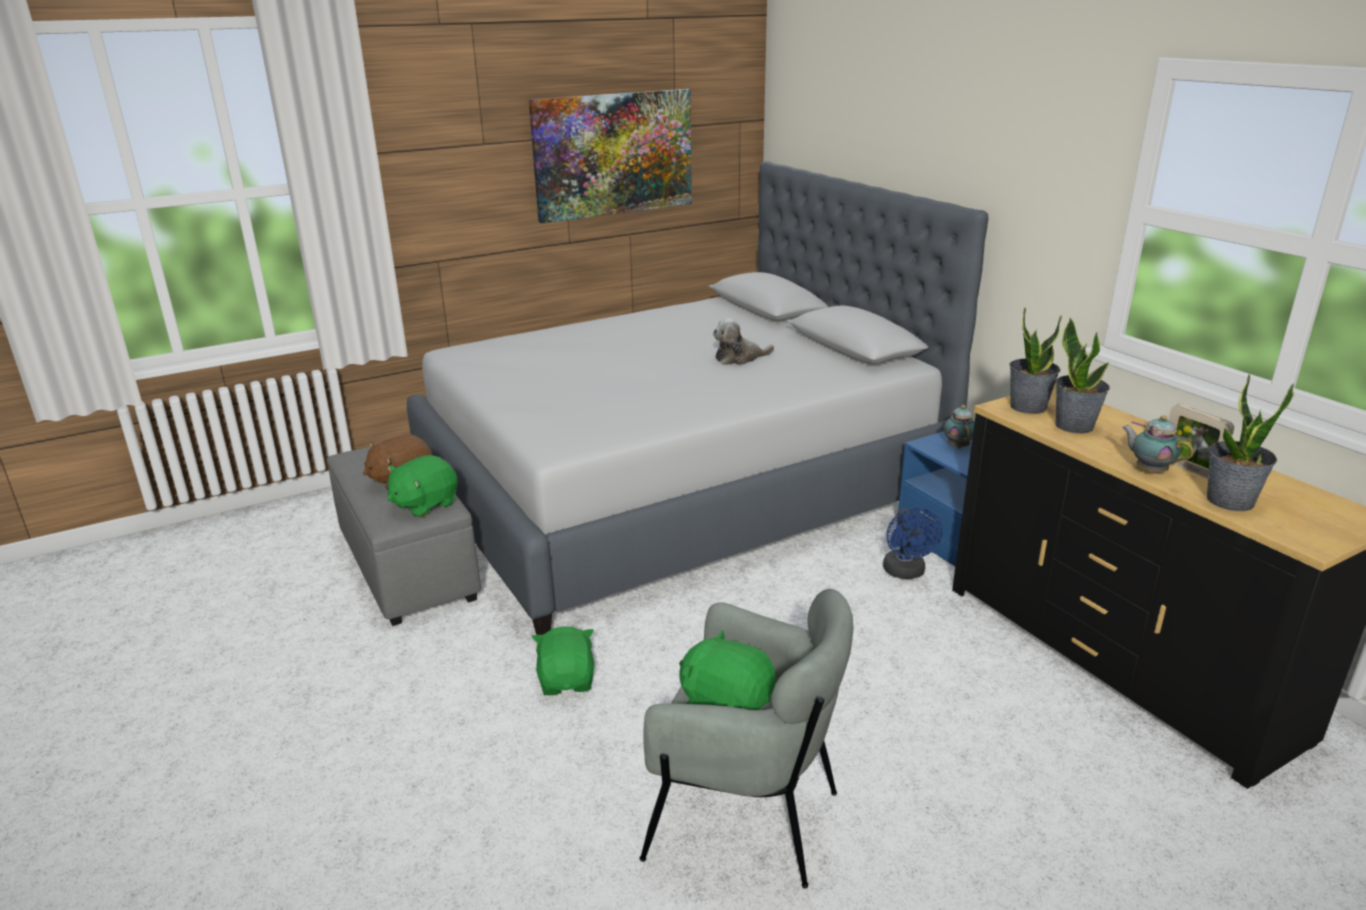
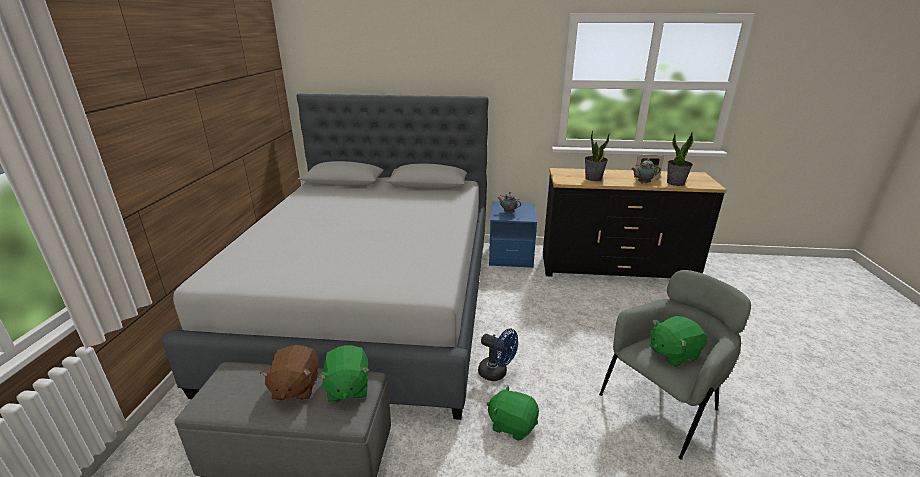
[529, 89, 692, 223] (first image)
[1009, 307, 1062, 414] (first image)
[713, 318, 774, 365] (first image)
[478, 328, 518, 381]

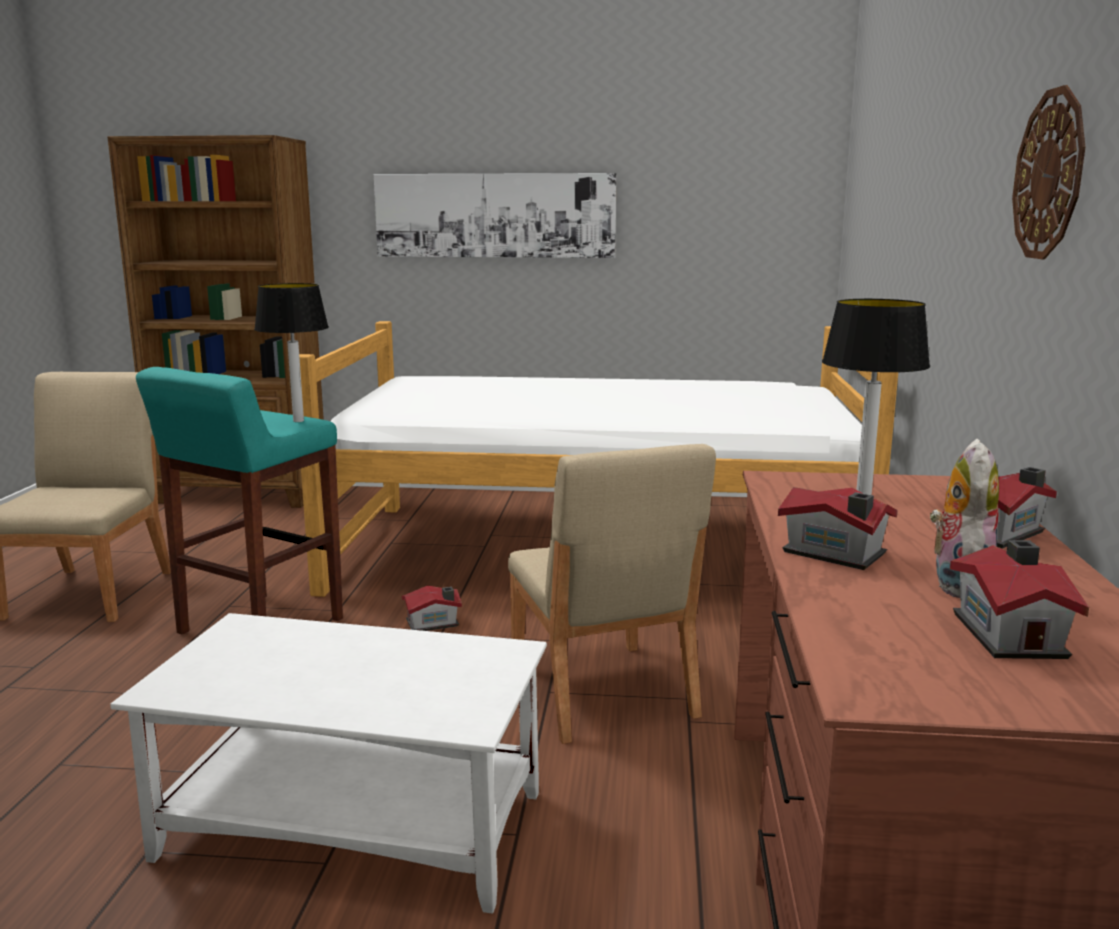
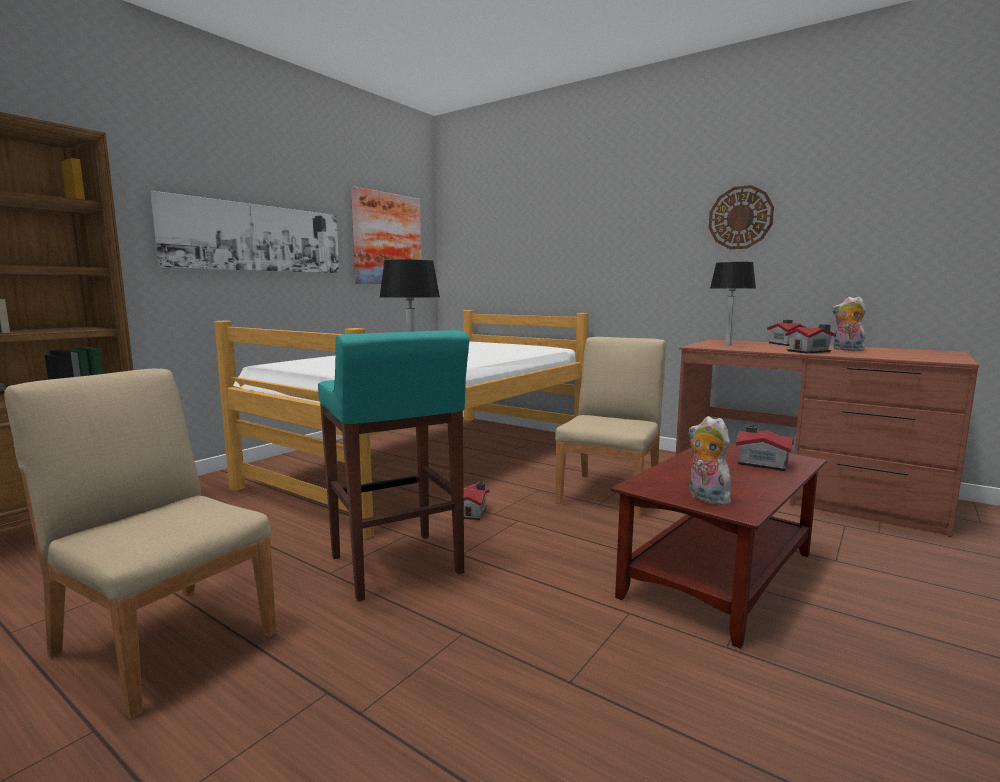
[555, 337, 666, 518]
[736, 425, 794, 471]
[611, 443, 827, 649]
[351, 186, 421, 284]
[688, 416, 733, 505]

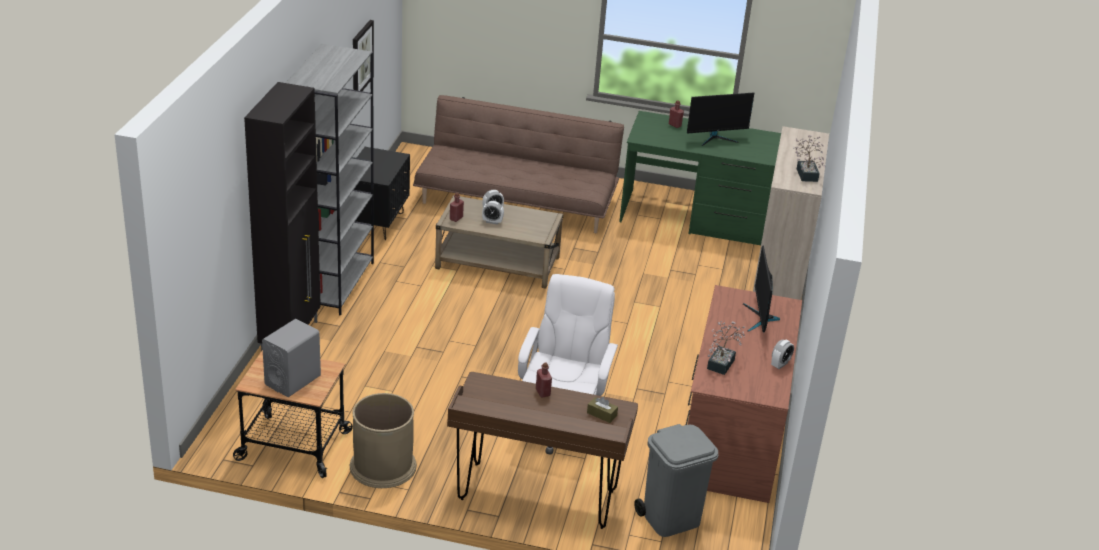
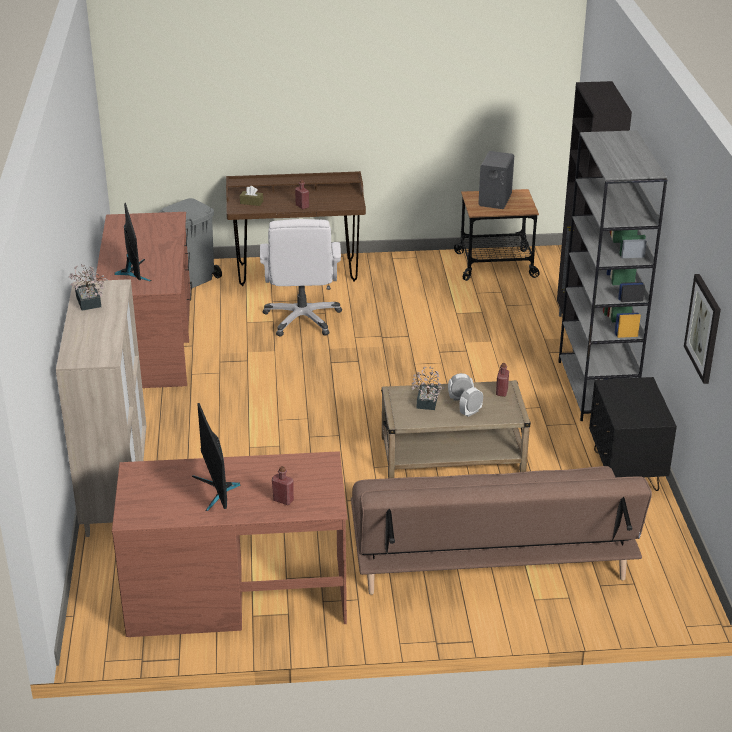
[192, 403, 241, 511]
[112, 451, 347, 637]
[411, 366, 445, 410]
[771, 340, 794, 369] (first image)
[350, 393, 417, 488] (first image)

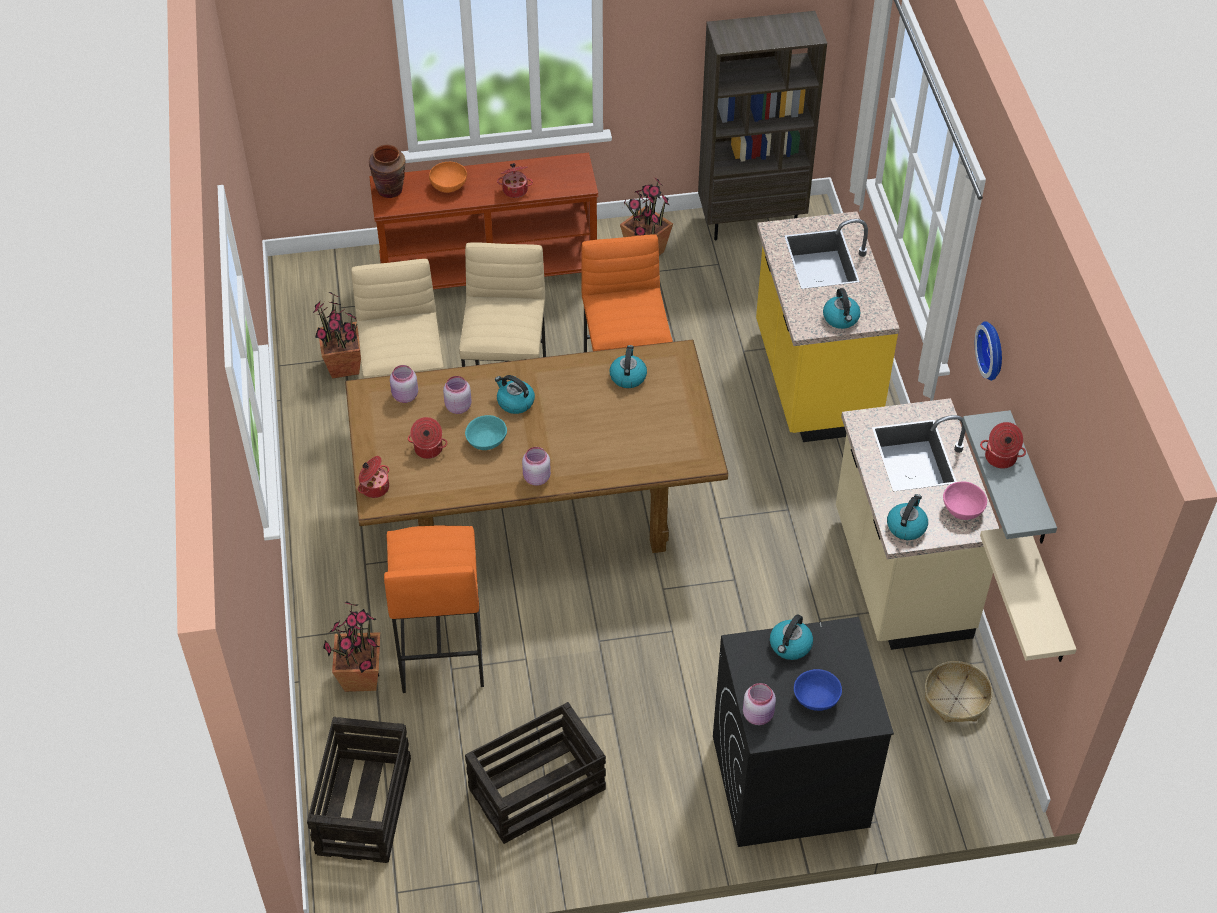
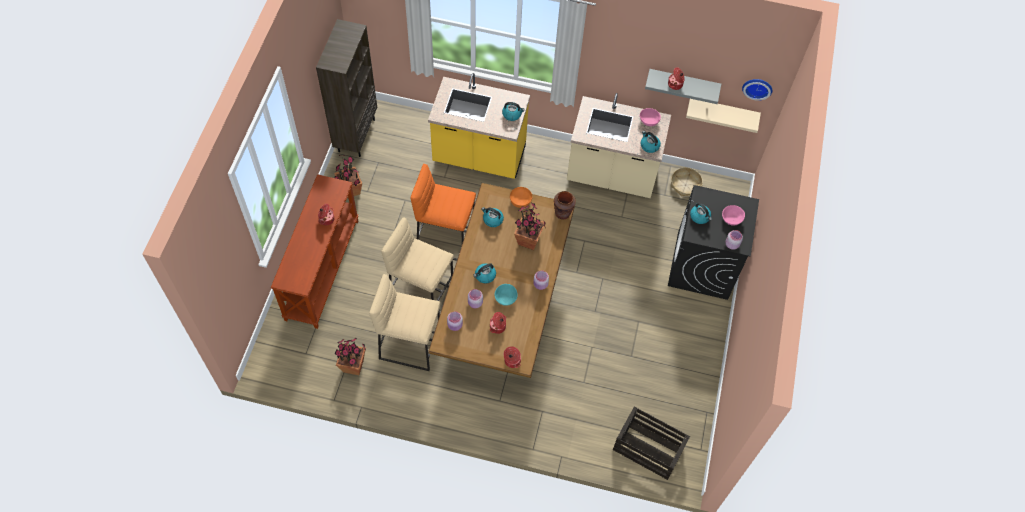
[554, 191, 576, 219]
[510, 187, 532, 208]
[742, 79, 773, 101]
[384, 525, 484, 693] (first image)
[514, 203, 546, 250]
[722, 205, 745, 225]
[465, 702, 606, 844] (first image)

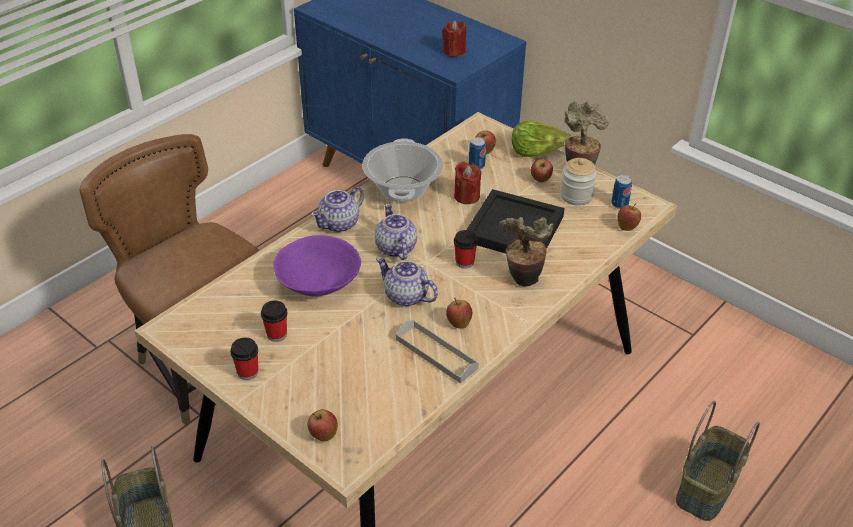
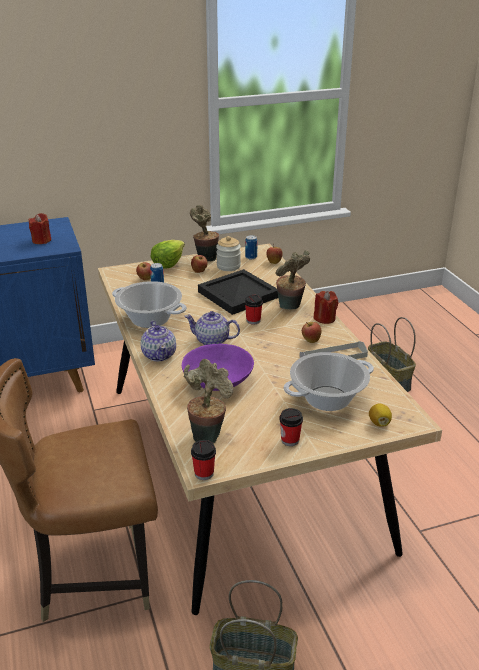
[314, 291, 338, 324]
[376, 257, 438, 306] (first image)
[191, 440, 216, 480]
[369, 403, 392, 427]
[284, 352, 374, 411]
[184, 359, 234, 444]

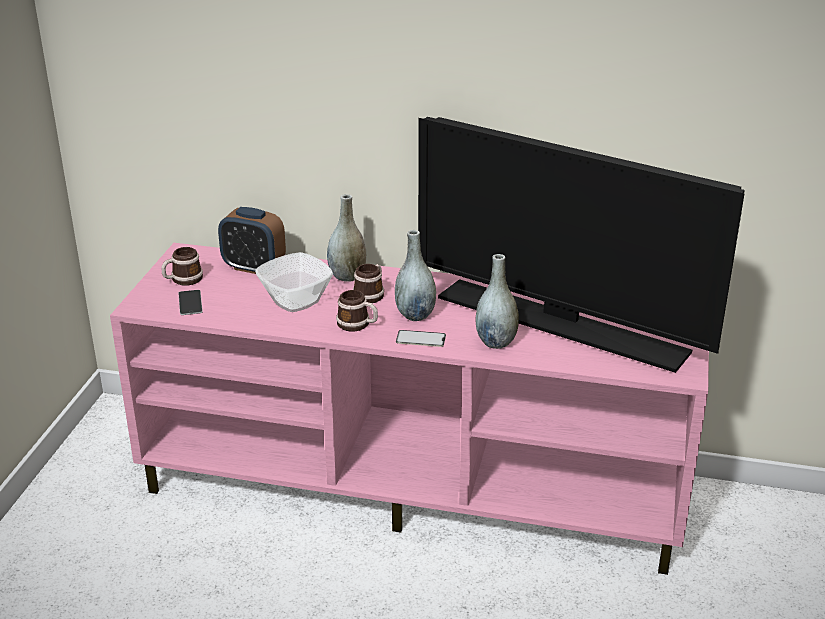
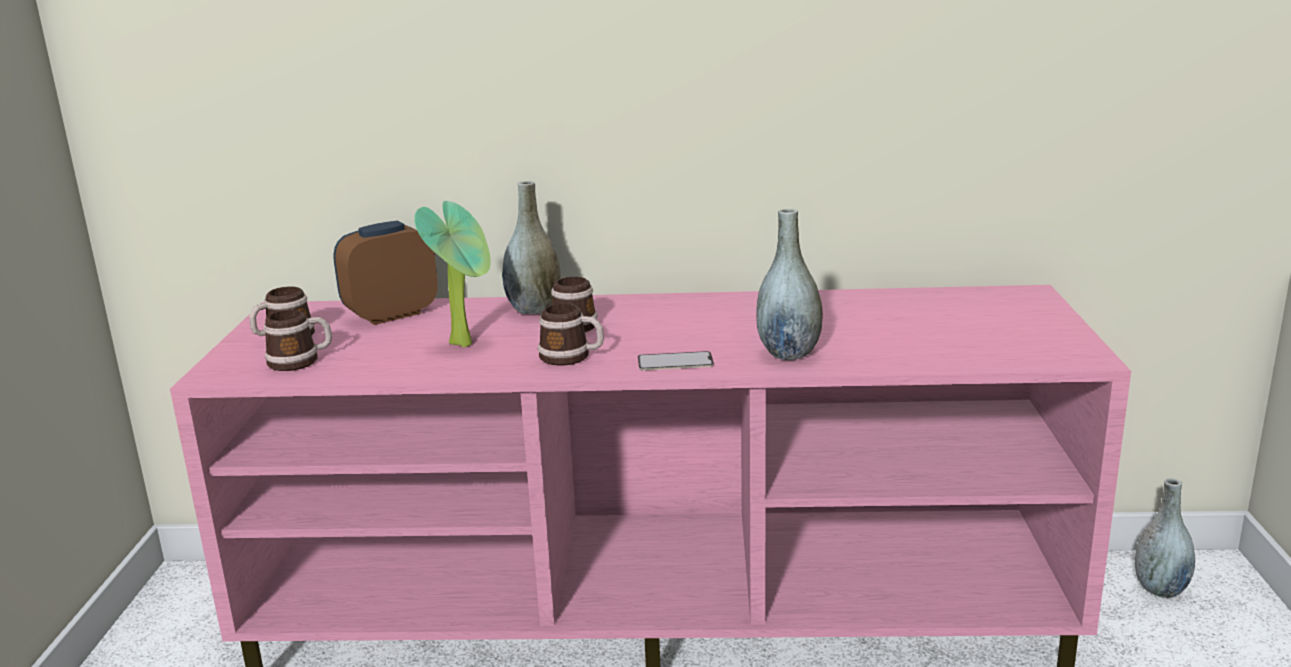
[418, 117, 745, 373] (first image)
[333, 221, 438, 325]
[1135, 478, 1195, 598]
[414, 201, 491, 348]
[264, 310, 332, 371]

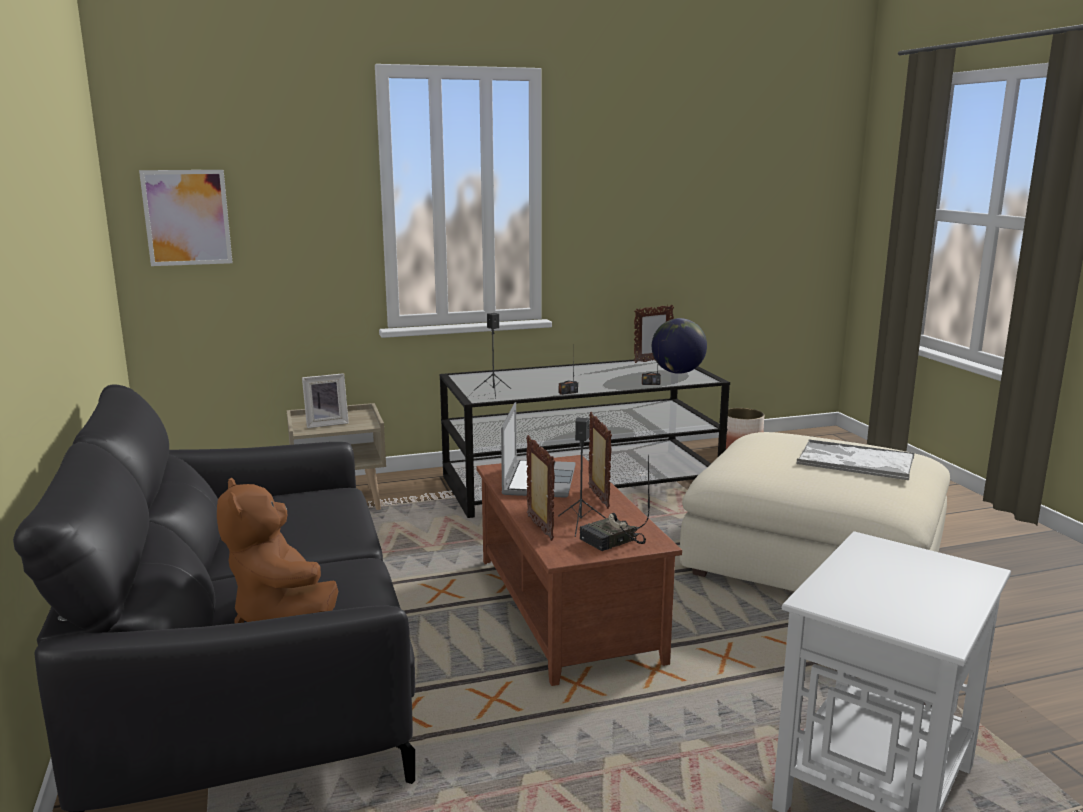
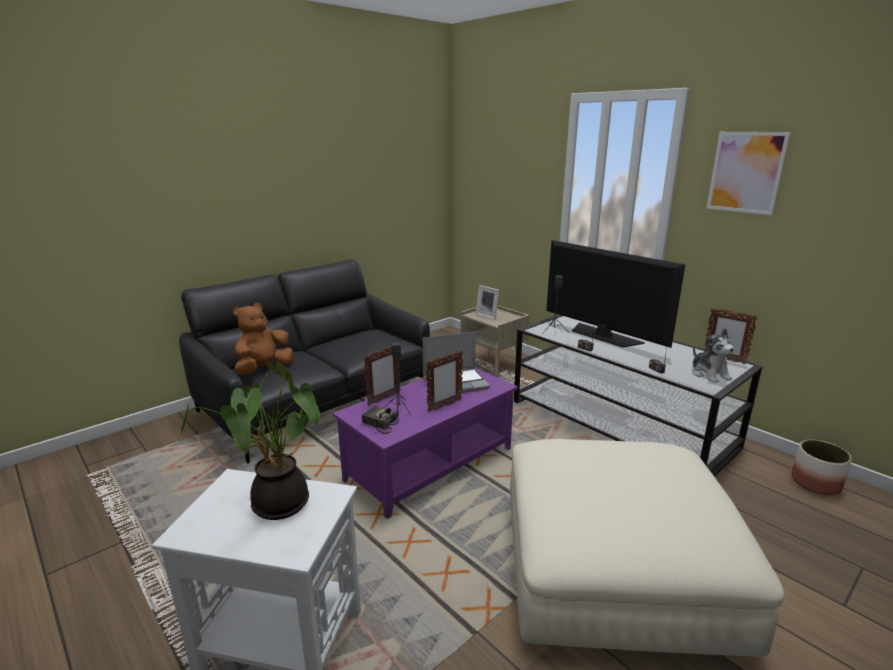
[707, 132, 791, 215]
[692, 328, 734, 383]
[797, 440, 914, 480] (first image)
[333, 368, 518, 519]
[546, 240, 685, 348]
[181, 362, 320, 520]

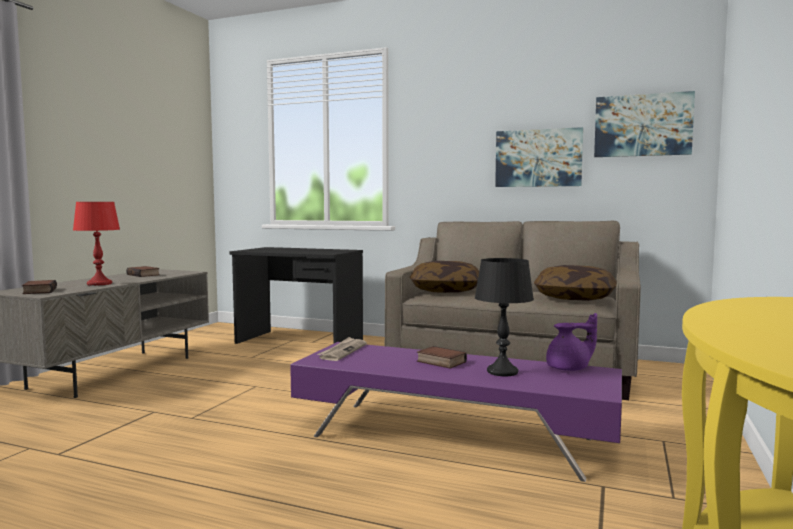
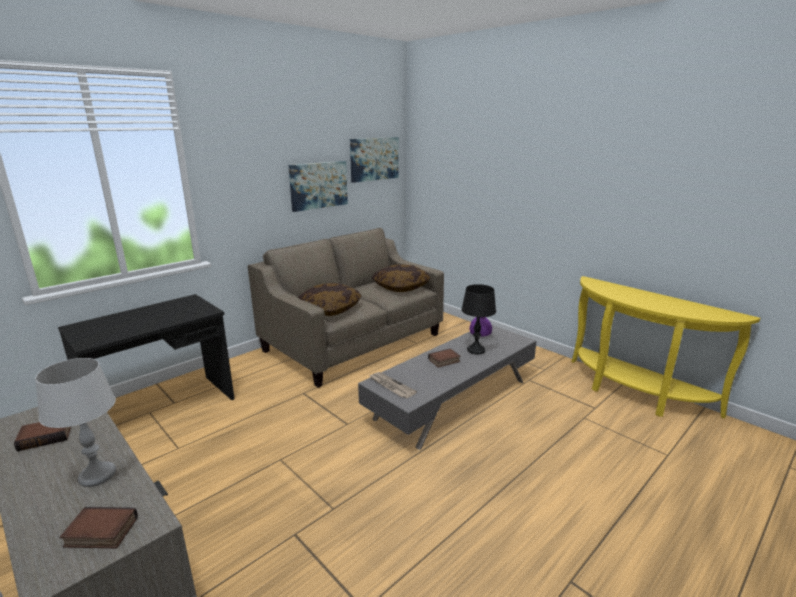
[35, 358, 116, 487]
[358, 325, 537, 450]

